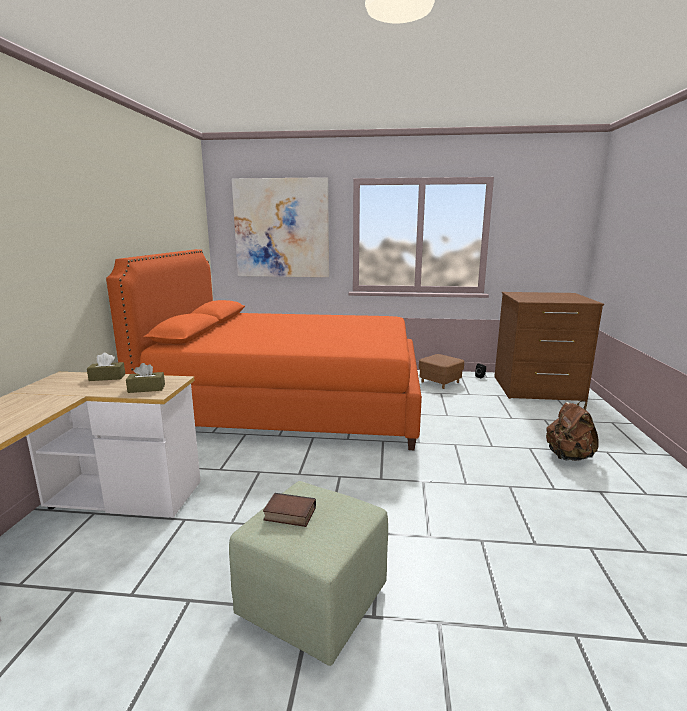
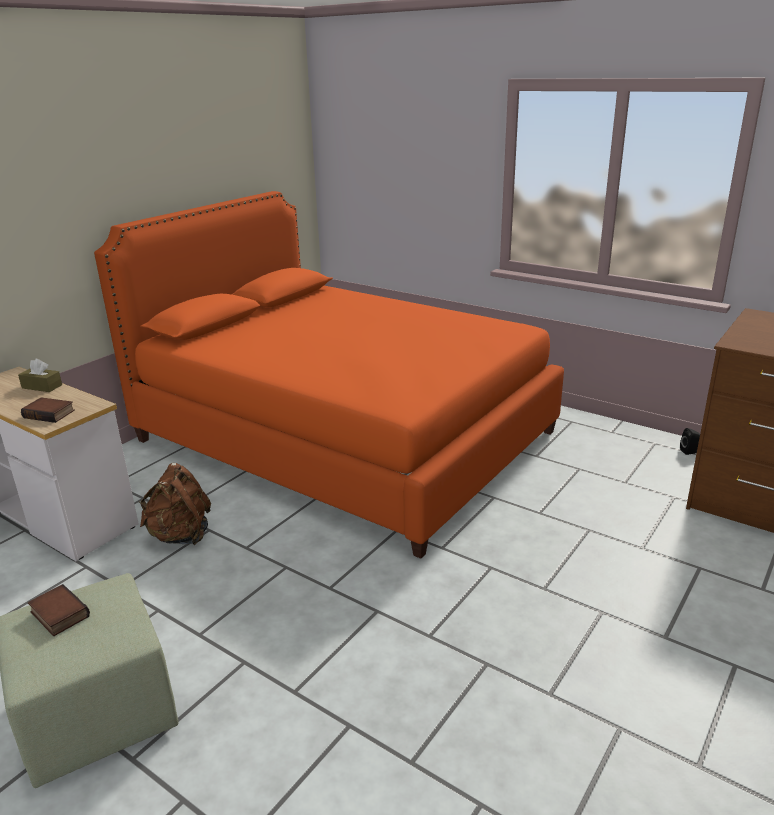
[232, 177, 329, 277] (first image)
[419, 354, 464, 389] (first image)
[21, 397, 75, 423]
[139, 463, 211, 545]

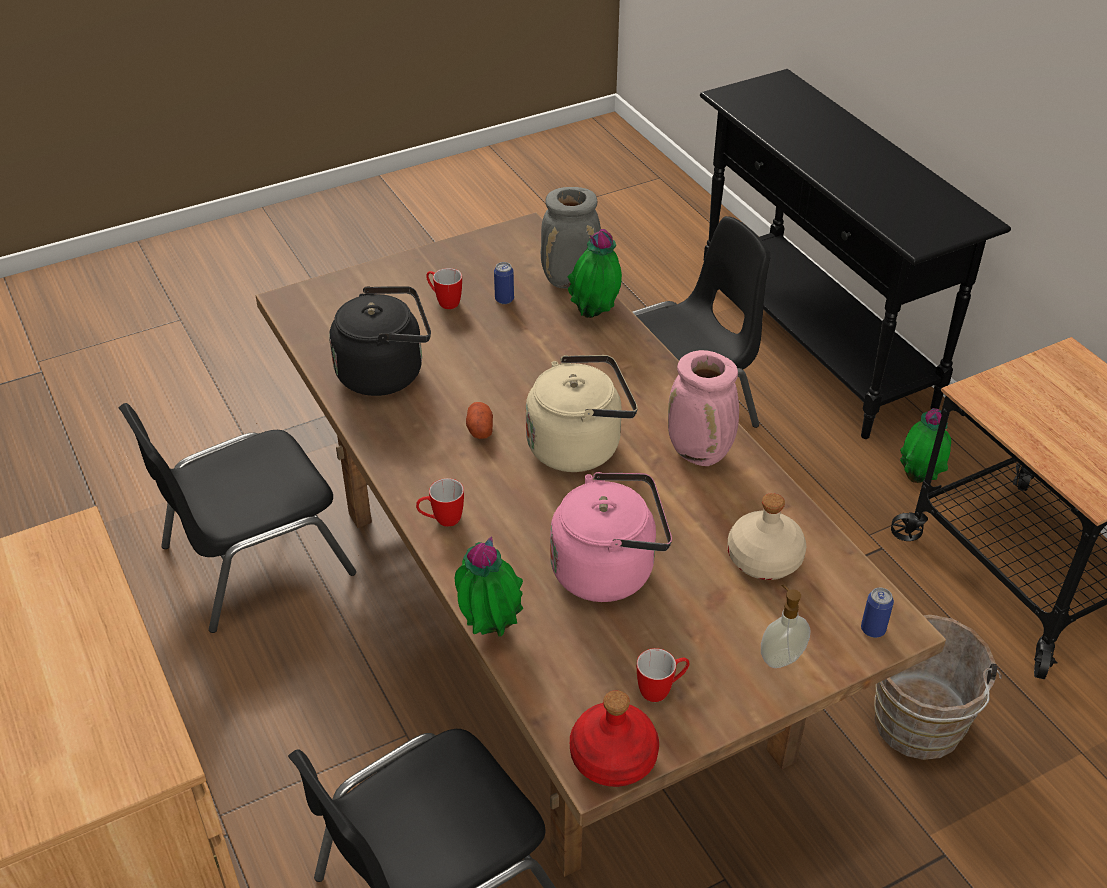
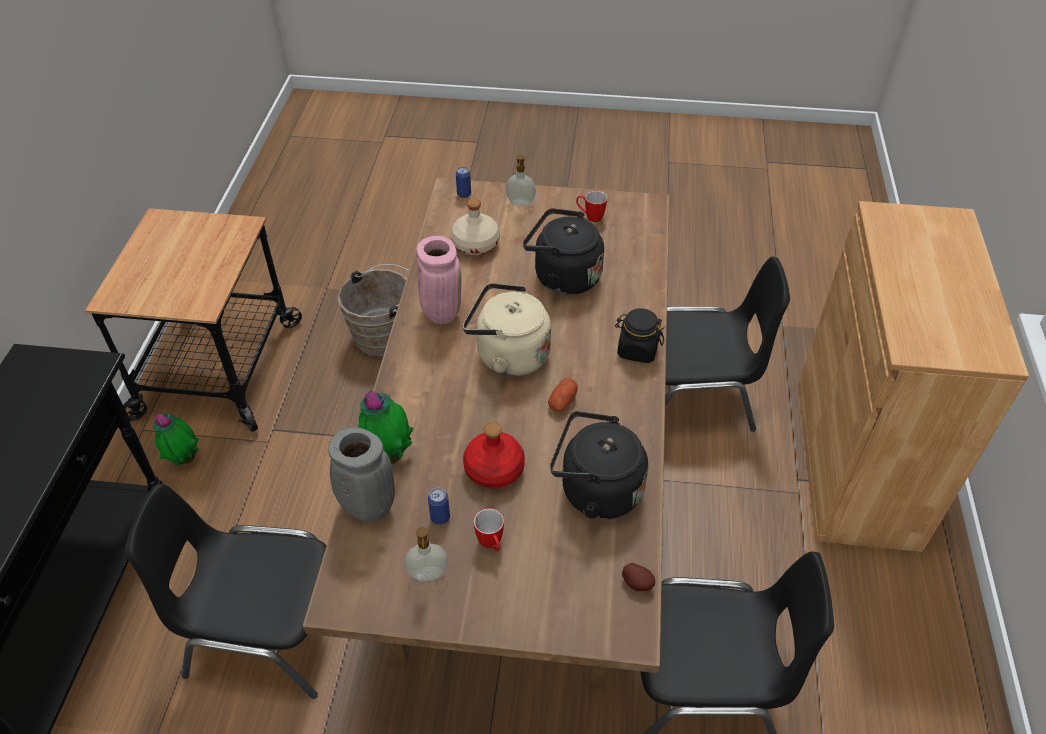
[523, 208, 604, 295]
[615, 308, 664, 363]
[455, 536, 523, 637] (first image)
[463, 422, 525, 488]
[404, 527, 448, 581]
[622, 563, 655, 591]

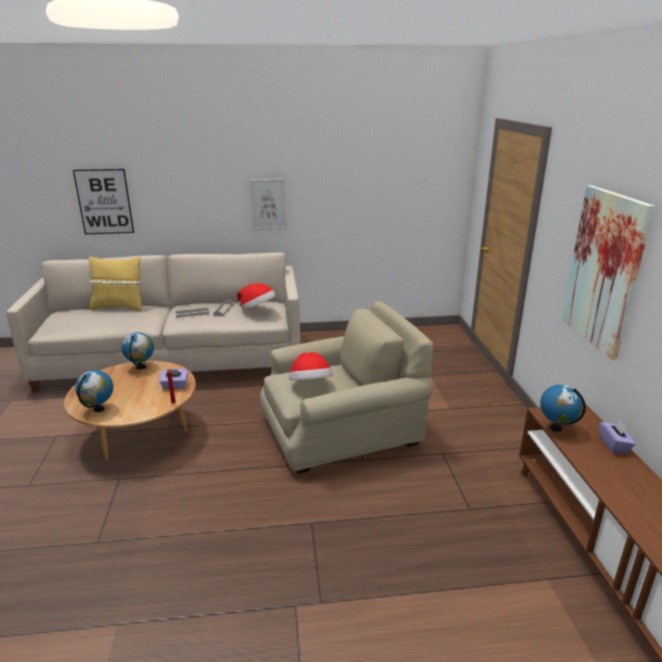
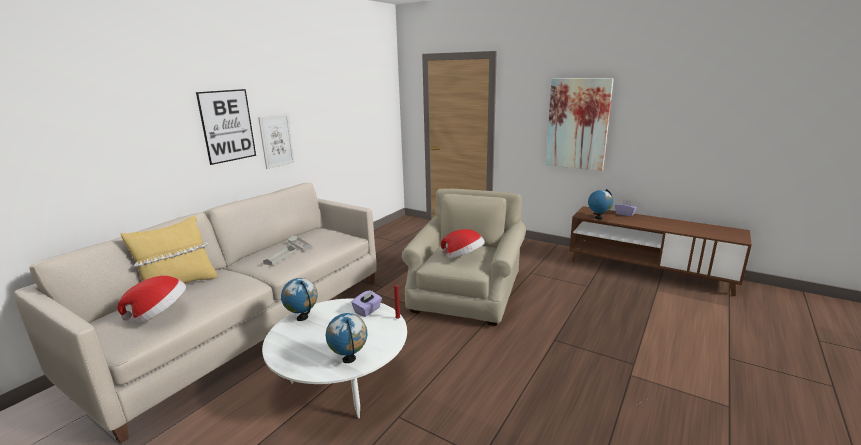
[196, 89, 256, 165]
[117, 276, 186, 323]
[262, 298, 407, 419]

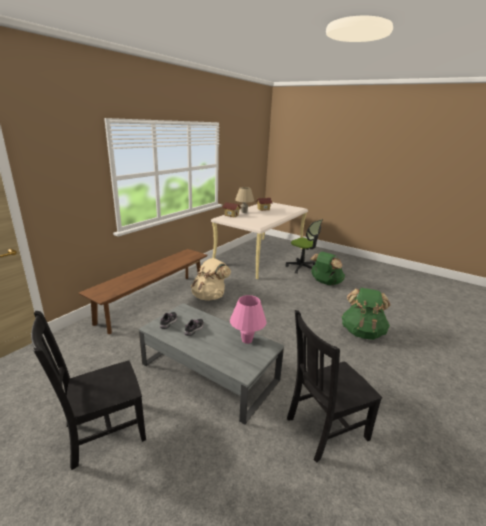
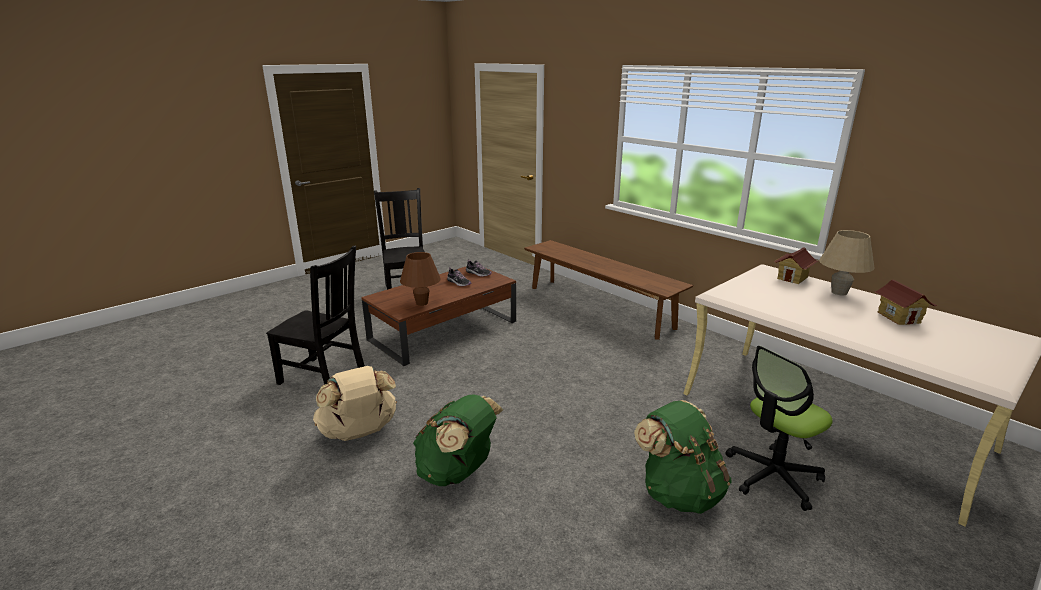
[313, 366, 397, 441]
[400, 252, 441, 306]
[361, 266, 516, 366]
[266, 245, 365, 385]

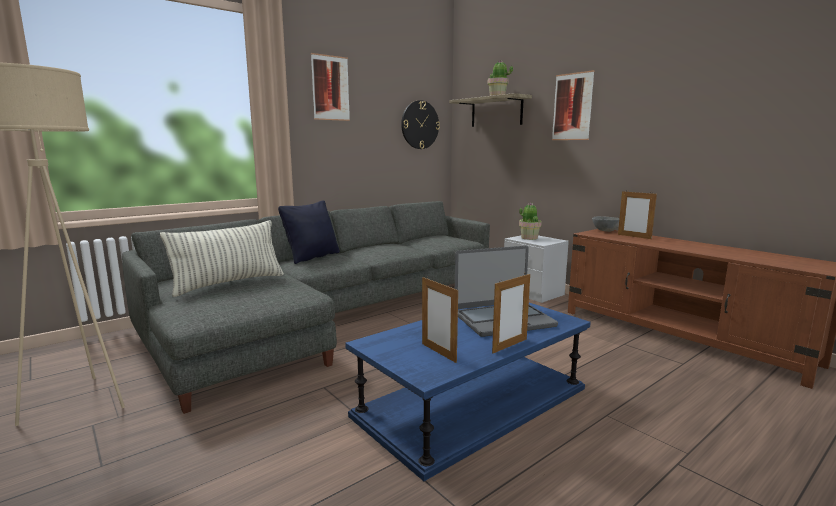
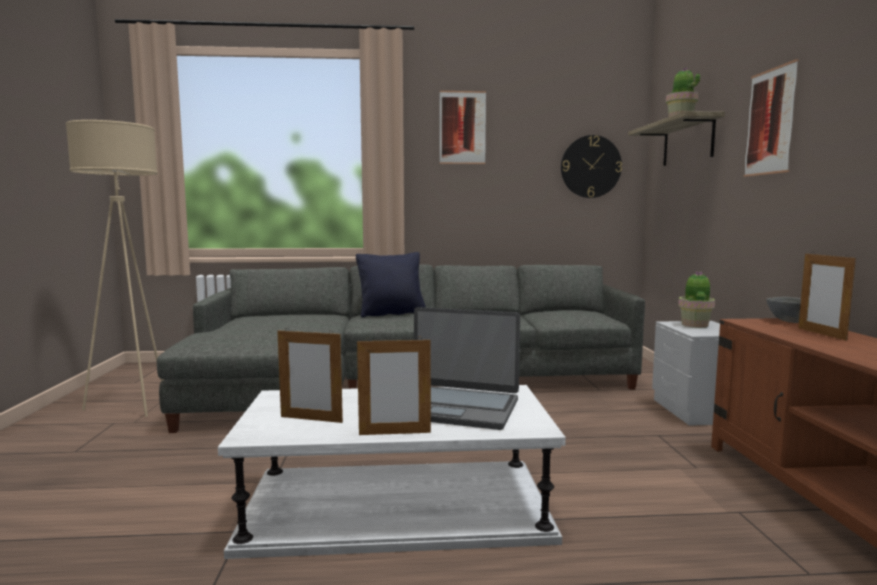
[160, 220, 284, 297] (first image)
[277, 329, 343, 423]
[218, 385, 566, 559]

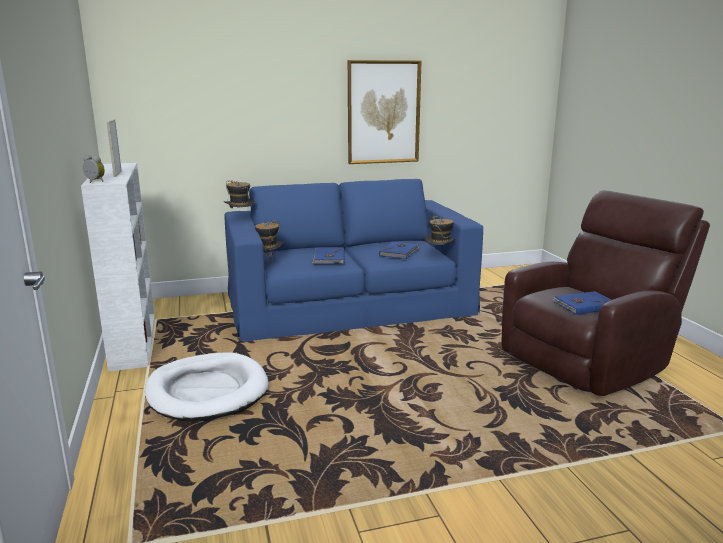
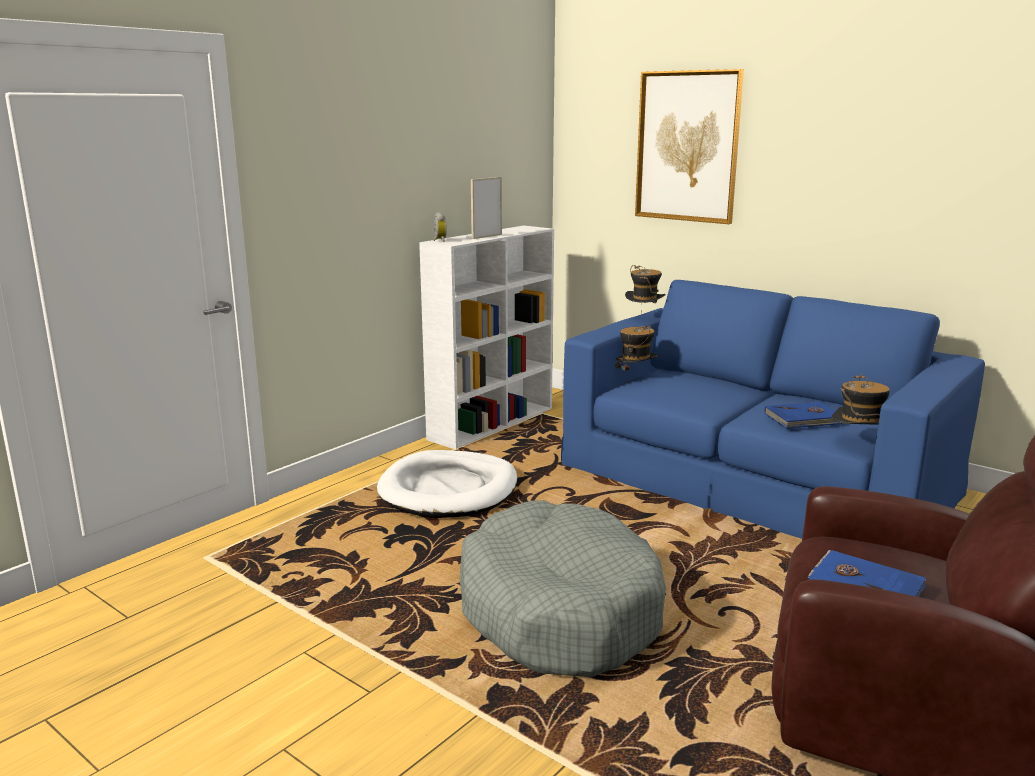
[635, 69, 744, 224]
[312, 248, 345, 264] (first image)
[459, 500, 666, 677]

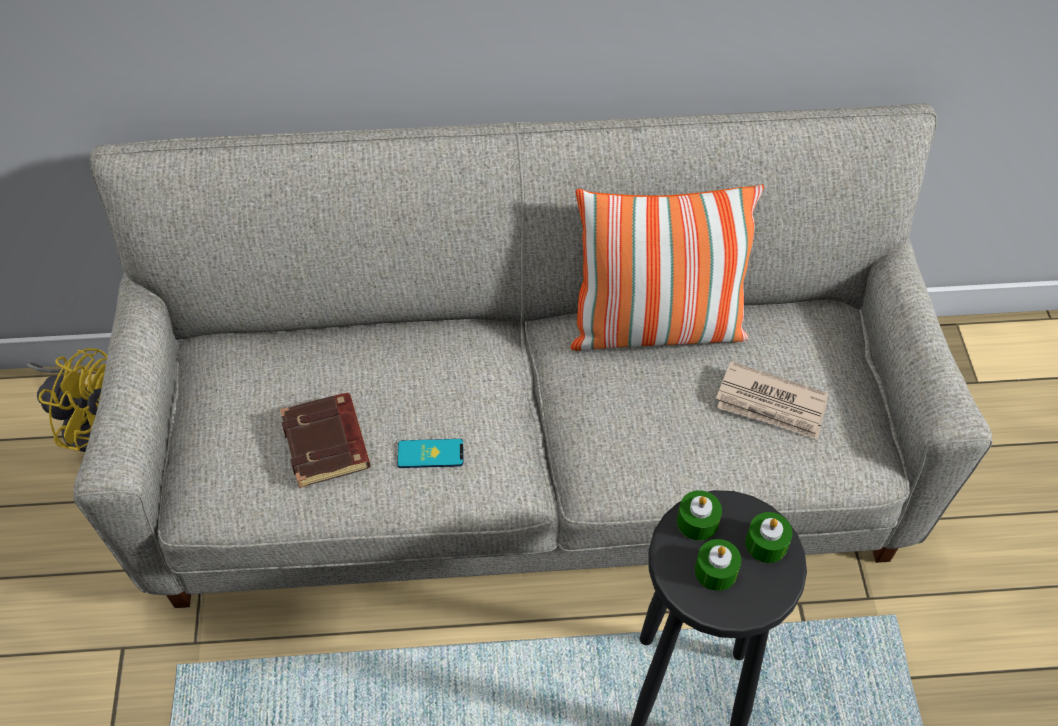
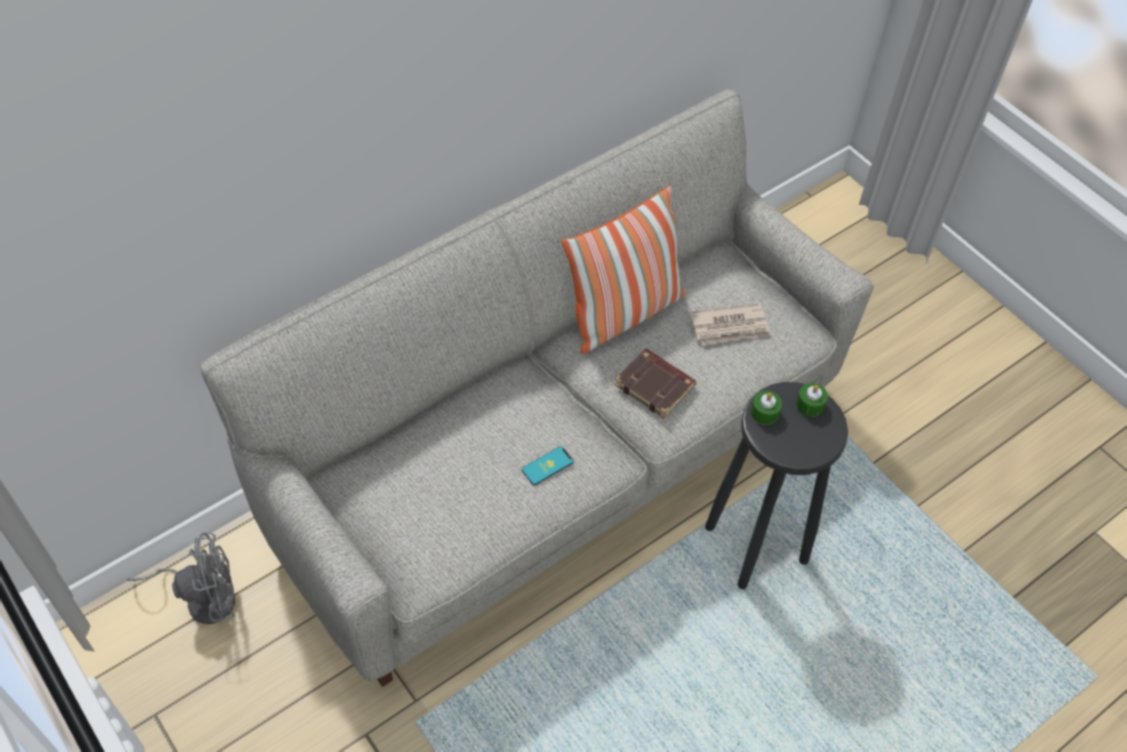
[127, 532, 235, 624]
[614, 348, 696, 419]
[695, 539, 741, 591] (first image)

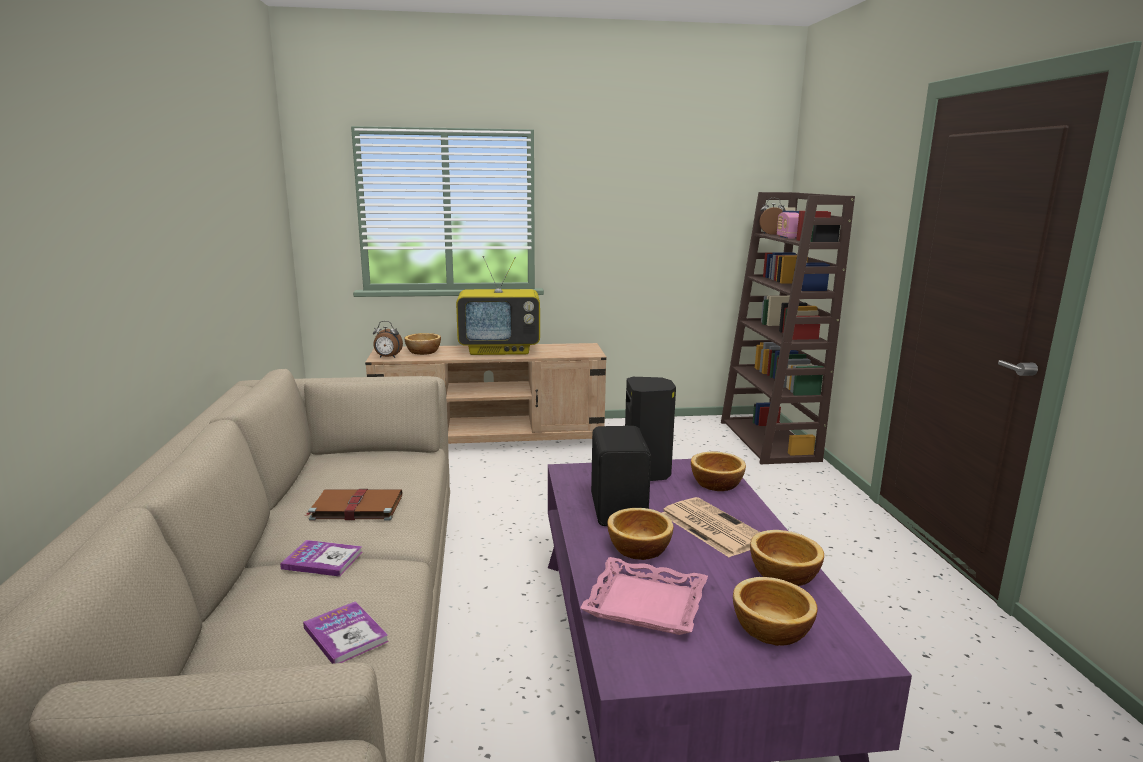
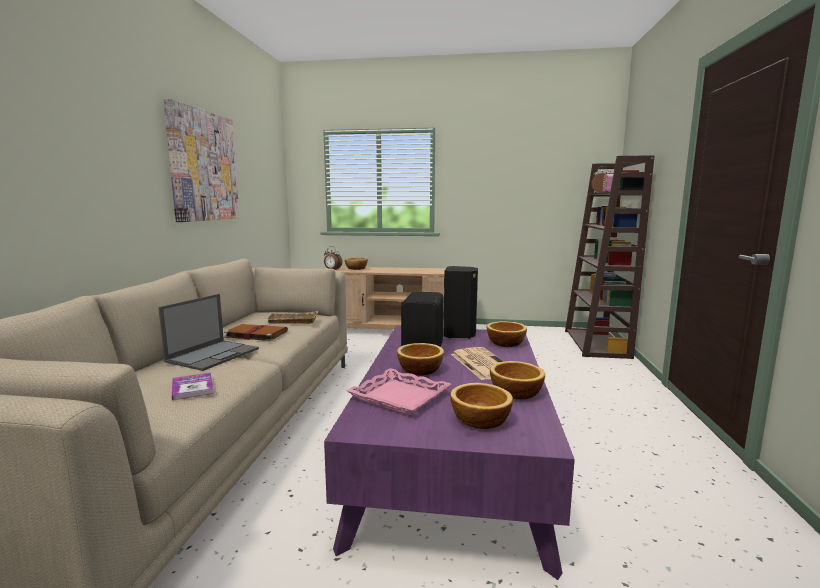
[456, 256, 540, 355] (first image)
[158, 294, 259, 371]
[163, 98, 240, 222]
[265, 311, 318, 324]

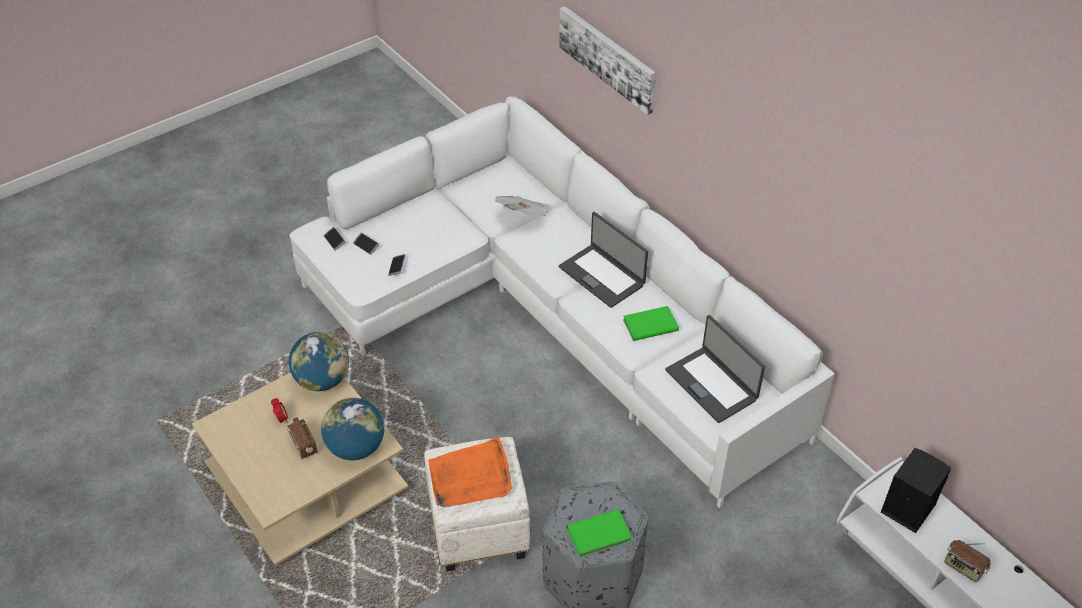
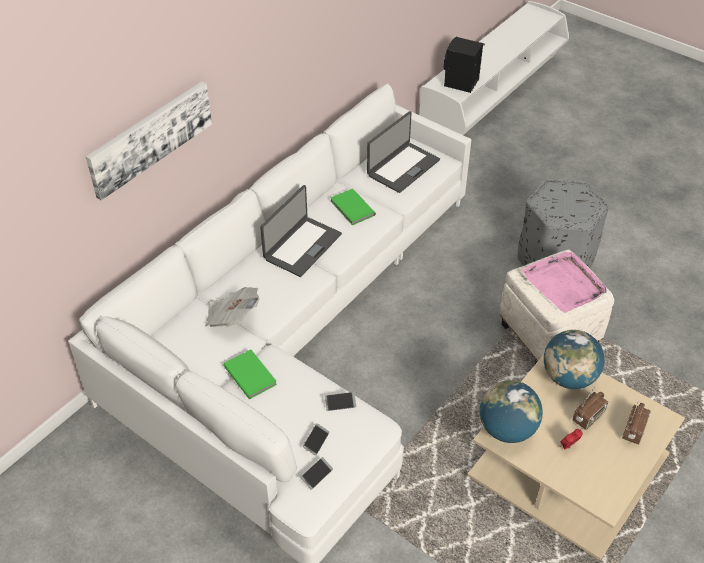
[521, 252, 607, 313]
[223, 349, 277, 399]
[622, 401, 651, 445]

